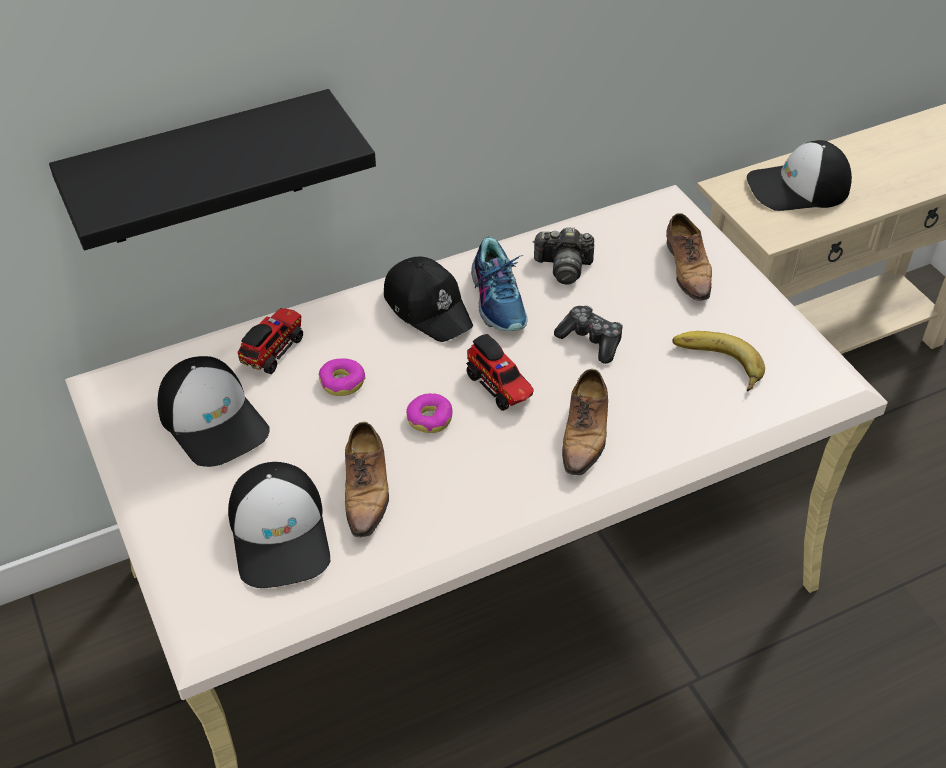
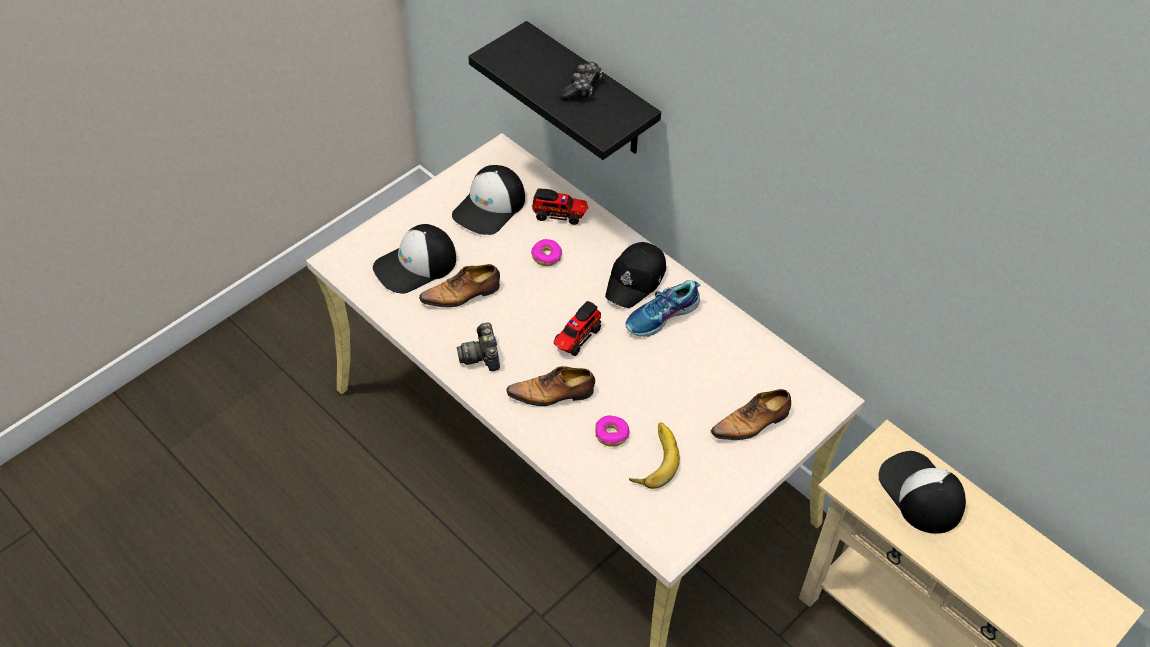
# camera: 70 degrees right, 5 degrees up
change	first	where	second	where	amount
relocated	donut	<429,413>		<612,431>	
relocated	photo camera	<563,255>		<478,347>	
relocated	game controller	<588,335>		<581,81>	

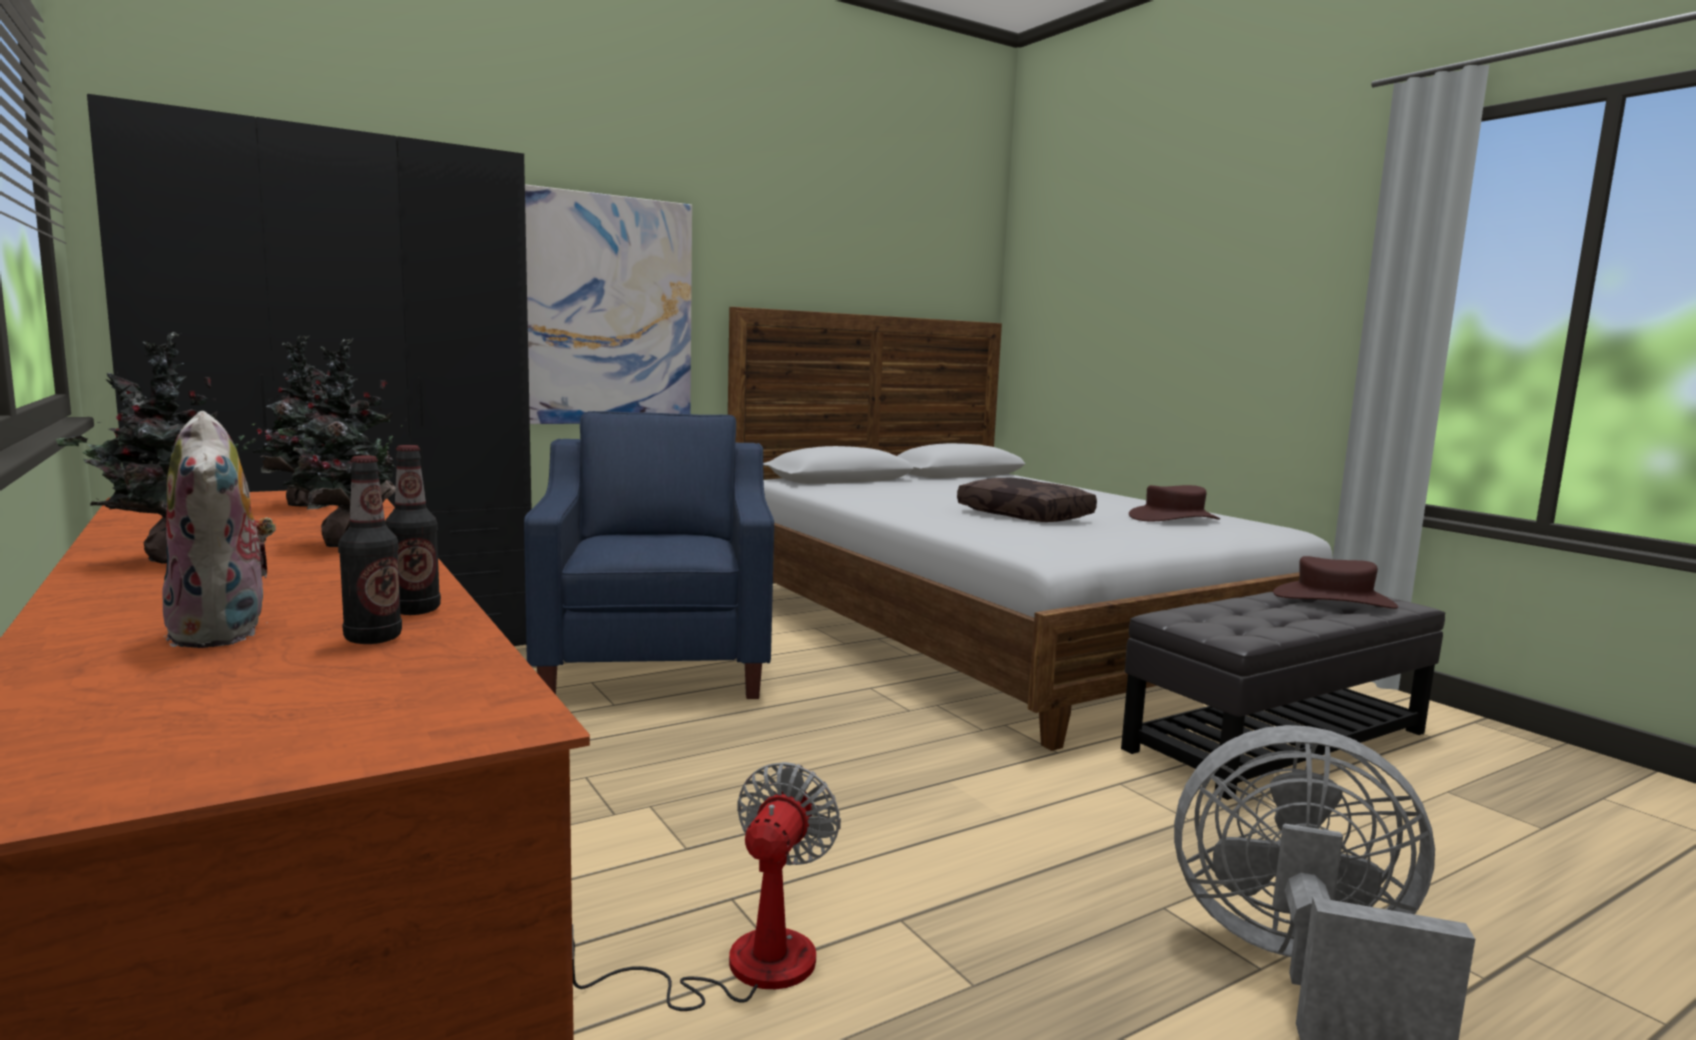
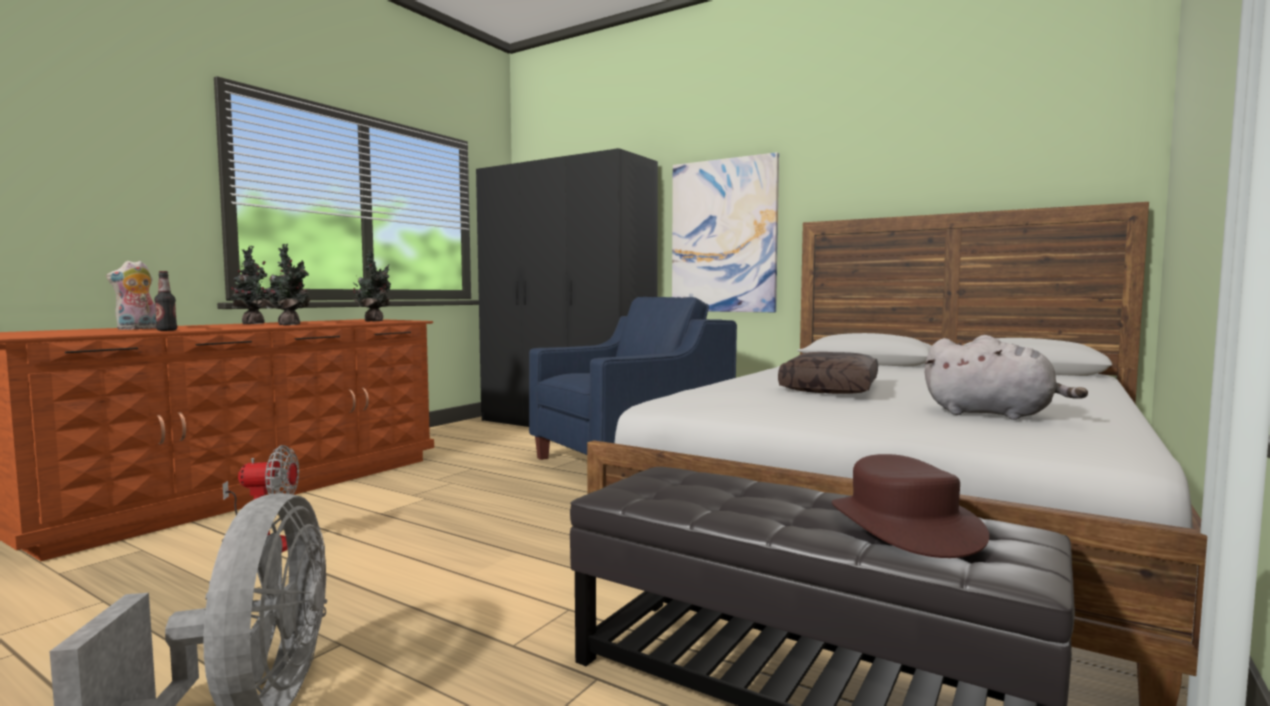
# camera: 65 degrees right, 5 degrees down
change	first	where	second	where	amount
missing	bottle	<370,550>			
exchanged	hat/brown	<1174,503>	plush toy/grey	<1006,377>	

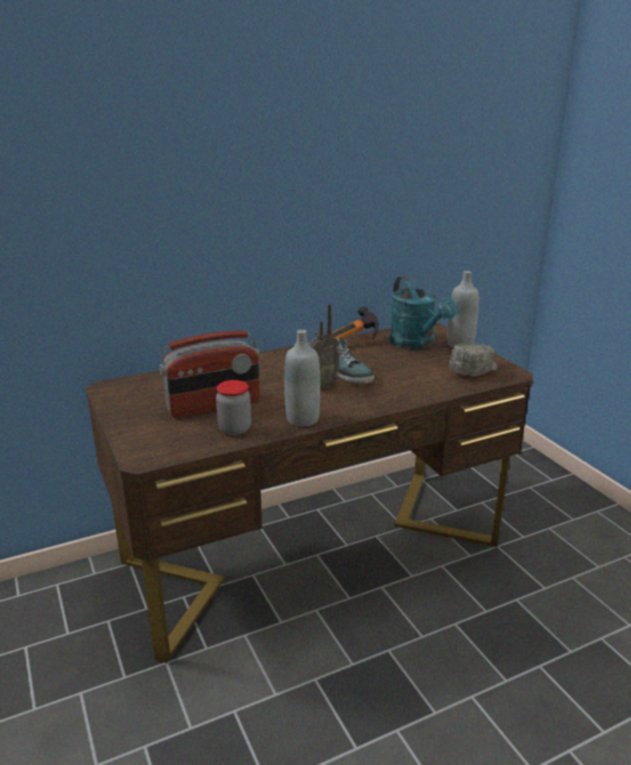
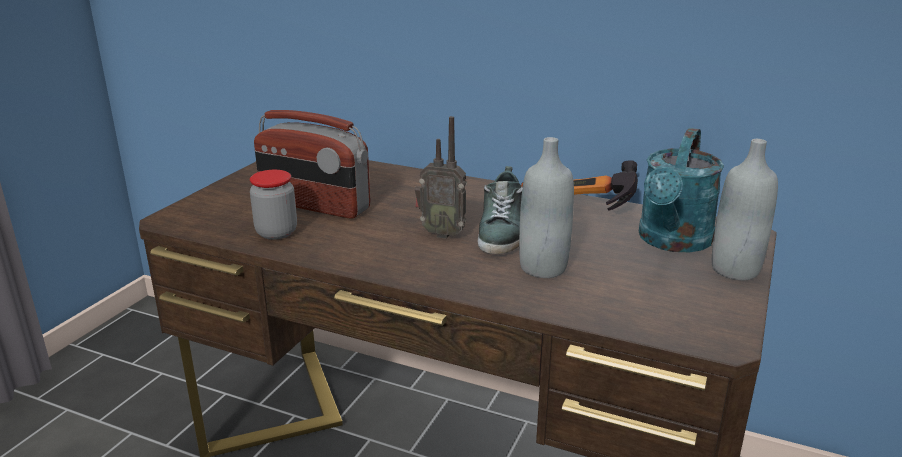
# camera: 50 degrees right, 0 degrees up
change	first	where	second	where	amount
missing	cap/grey	<473,359>			
relocated	bottle/grey	<302,378>		<546,207>	

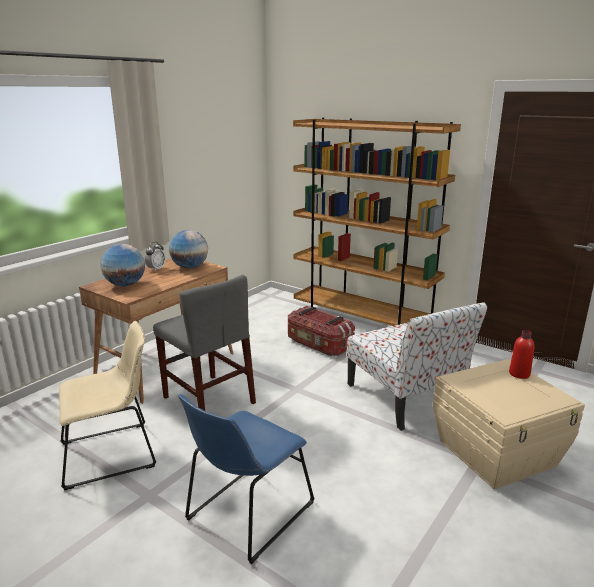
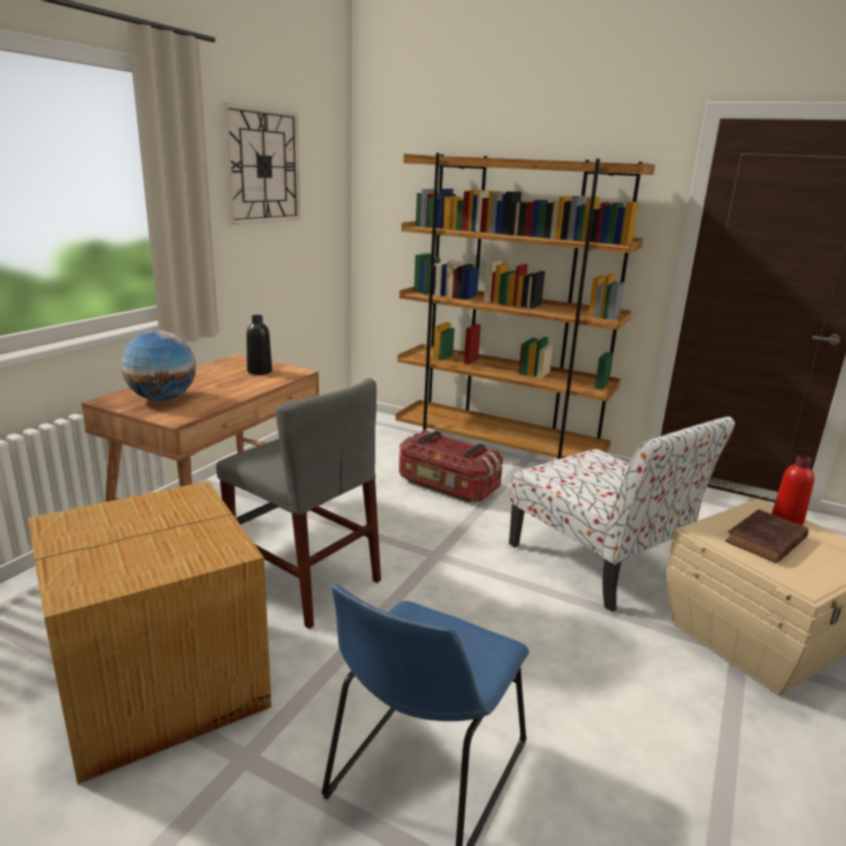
# camera: 10 degrees left, 0 degrees up
change	first	where	second	where	amount
missing	alarm clock	<155,256>			
appeared			wall clock	<260,164>	
appeared			book/brown	<767,536>	
exchanged	chair/beige	<107,406>	cardboard box	<150,632>	
exchanged	globe	<188,249>	bottle/black	<259,345>	

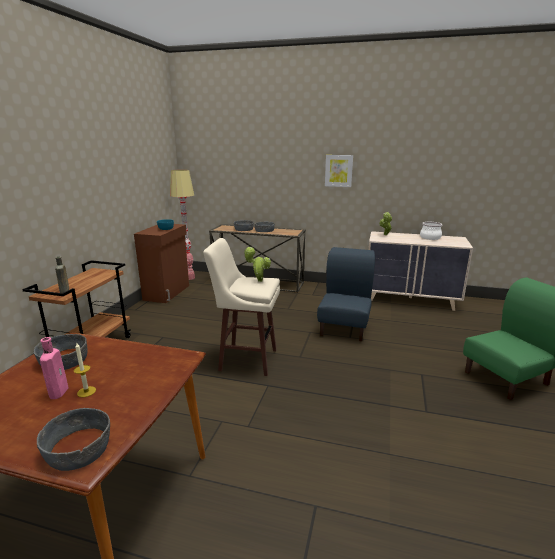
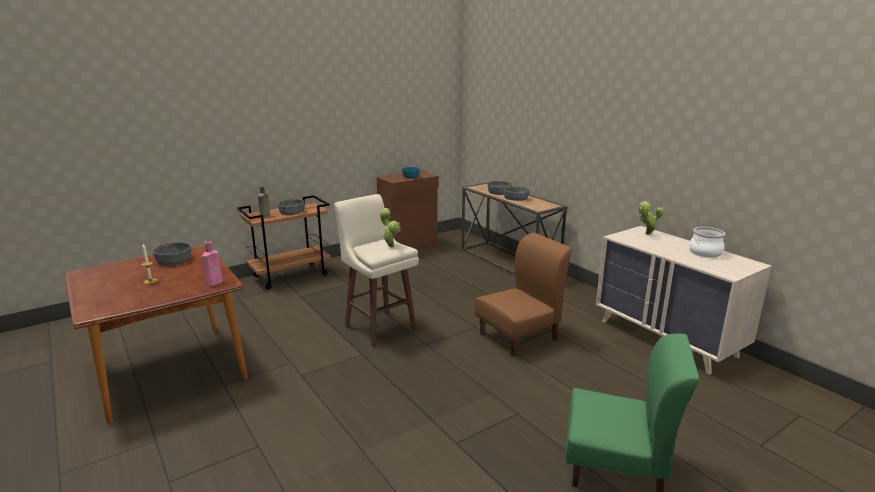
# camera: 40 degrees right, 0 degrees up
change	first	where	second	where	amount
missing	floor lamp	<182,224>			
missing	picture	<339,171>			
relocated	bowl/grey	<73,439>		<291,207>	
relocated	bottle/pink	<54,368>		<212,263>	
colour	chair/blue	<346,294>	chair/brown	<523,295>	

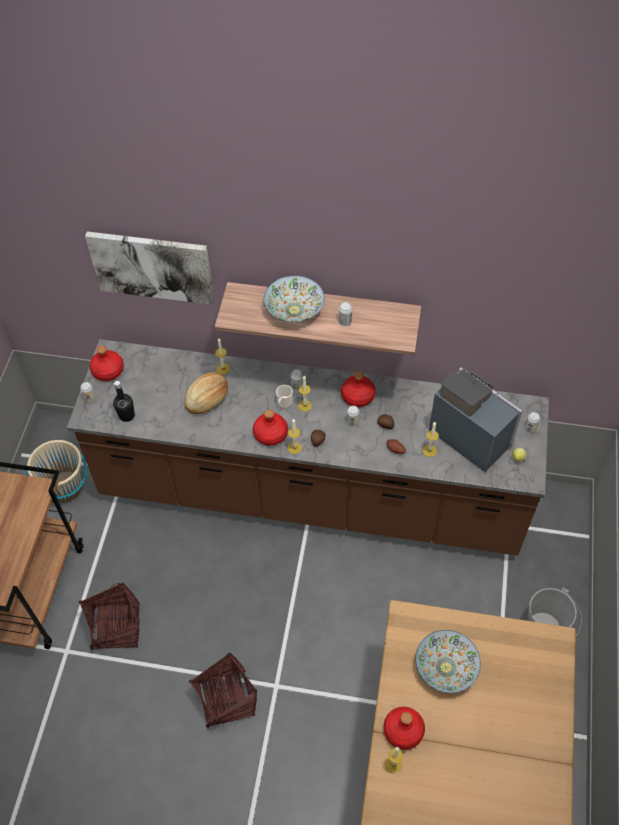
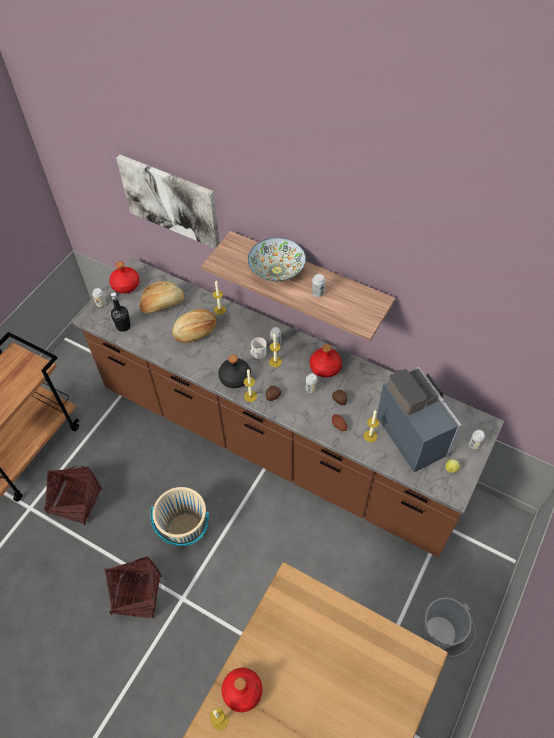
# camera: 20 degrees right, 0 degrees up
change	first	where	second	where	amount
missing	bowl	<448,661>			
appeared			bread	<162,297>	
relocated	bucket/beige	<56,471>		<180,516>	
colour	bottle/red	<270,427>	bottle/black	<234,371>	

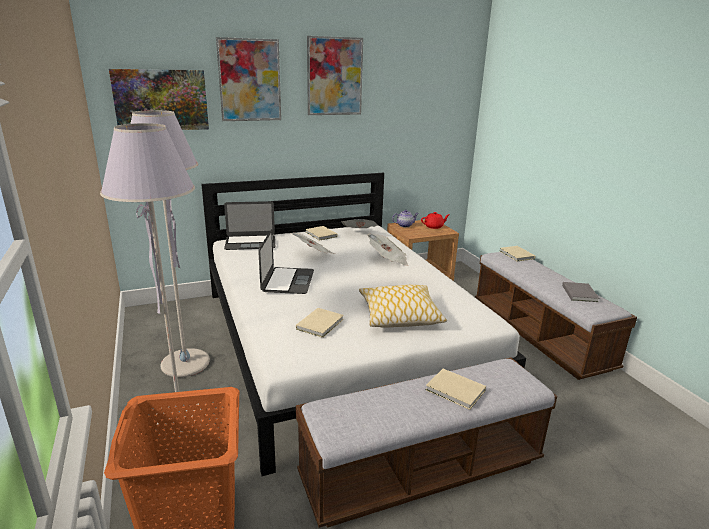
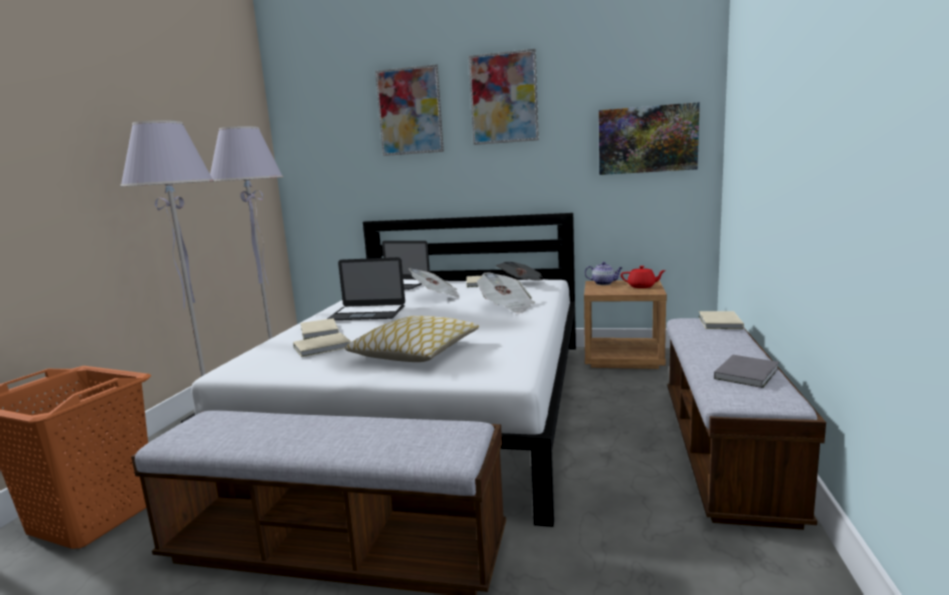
# camera: 35 degrees right, 10 degrees down
change	first	where	second	where	amount
relocated	picture	<159,99>		<649,138>	
relocated	book/beige	<456,389>		<320,329>	
spun	laptop	<286,261>		<366,288>	60 degrees clockwise

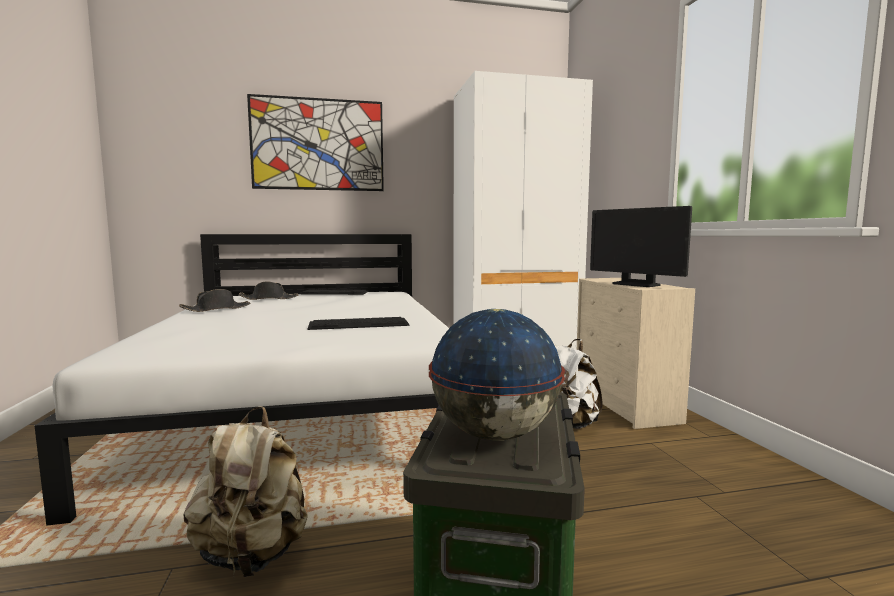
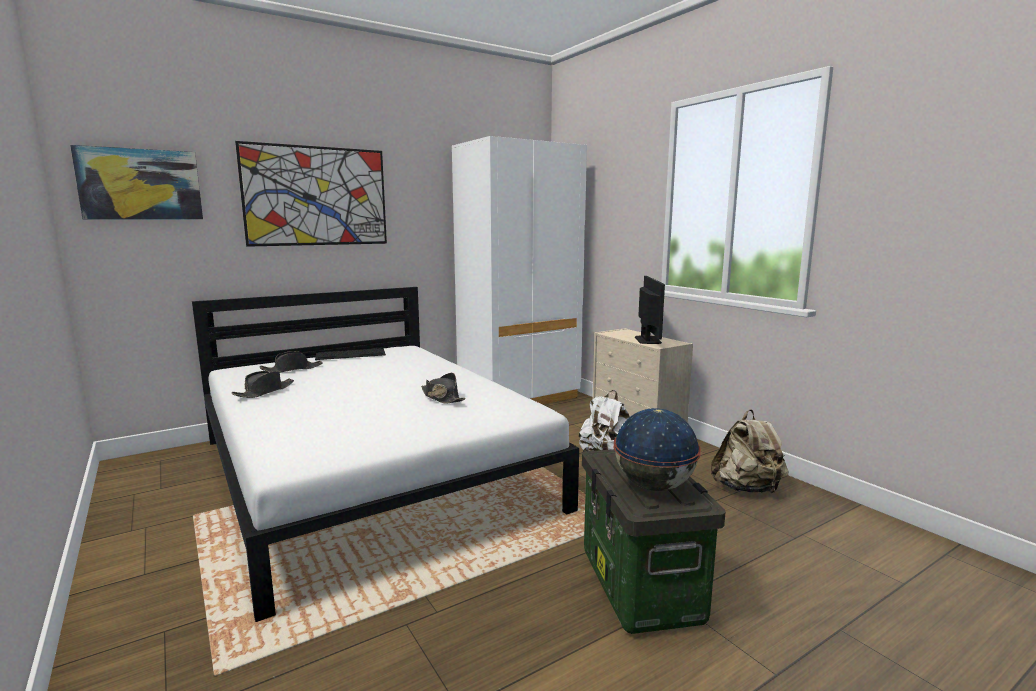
# camera: 20 degrees left, 5 degrees up
change	first	where	second	where	amount
appeared			picture	<136,182>	
relocated	backpack/beige	<246,491>		<750,451>	
exchanged	keyboard	<358,323>	hat/black	<443,388>	
spun	monitor	<641,246>		<650,310>	120 degrees counterclockwise

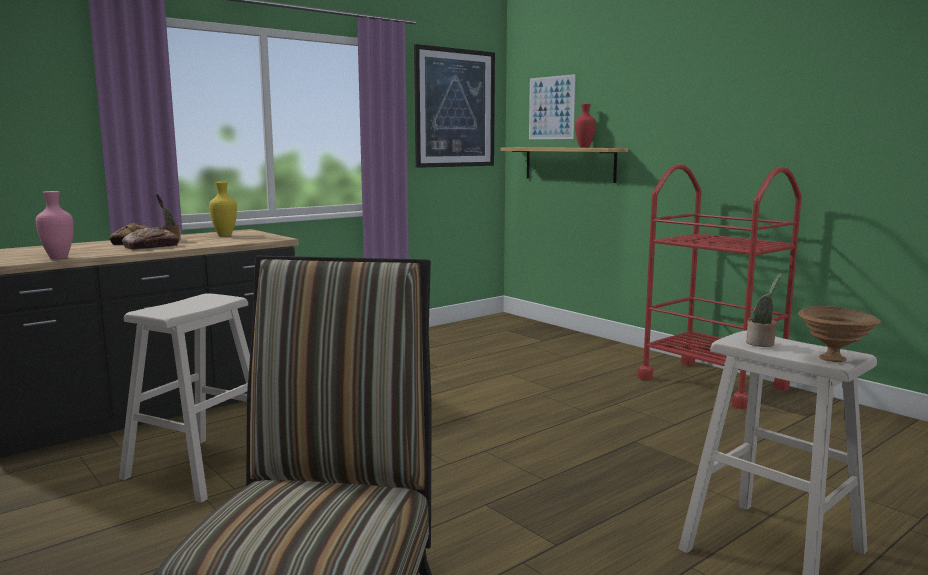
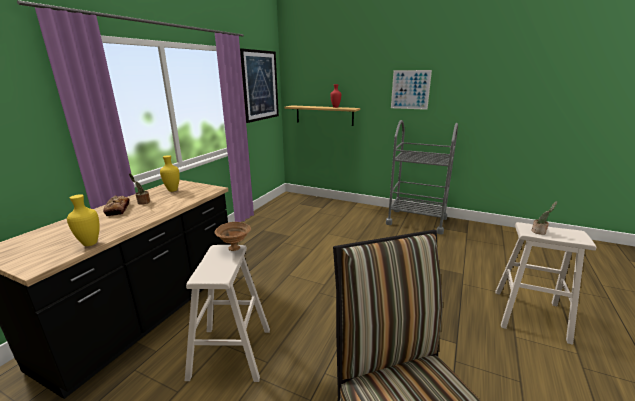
# camera: 25 degrees left, 10 degrees up
change	first	where	second	where	amount
missing	bread	<150,238>			
relocated	picture	<552,106>		<411,90>	
relocated	bowl/brown	<839,334>		<233,236>	
colour	vase/pink	<55,225>	vase/yellow	<83,220>	
colour	cart/red	<720,286>	cart/grey	<422,177>	

